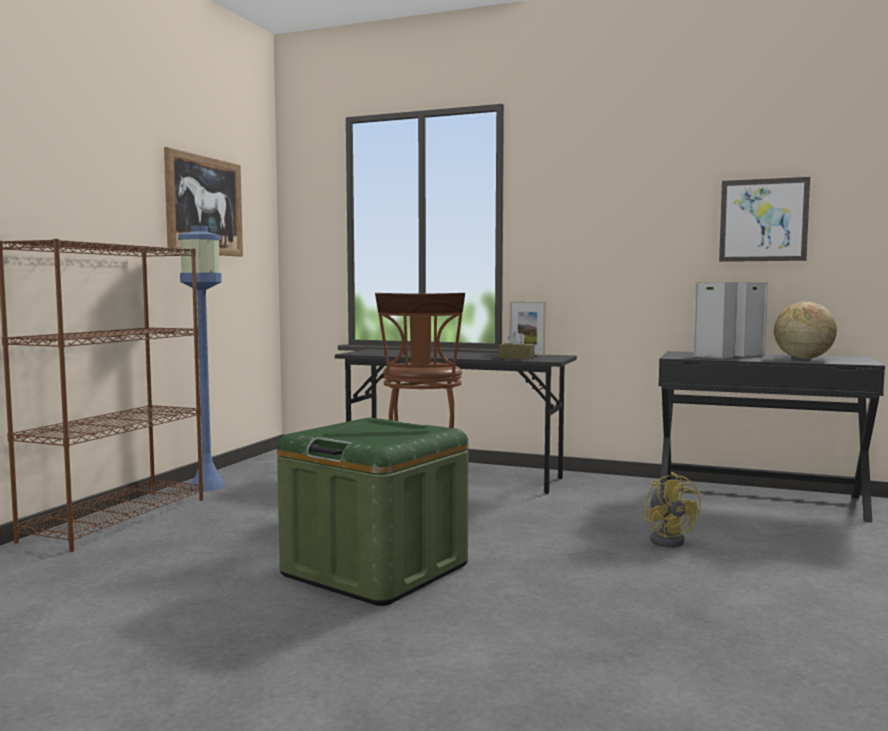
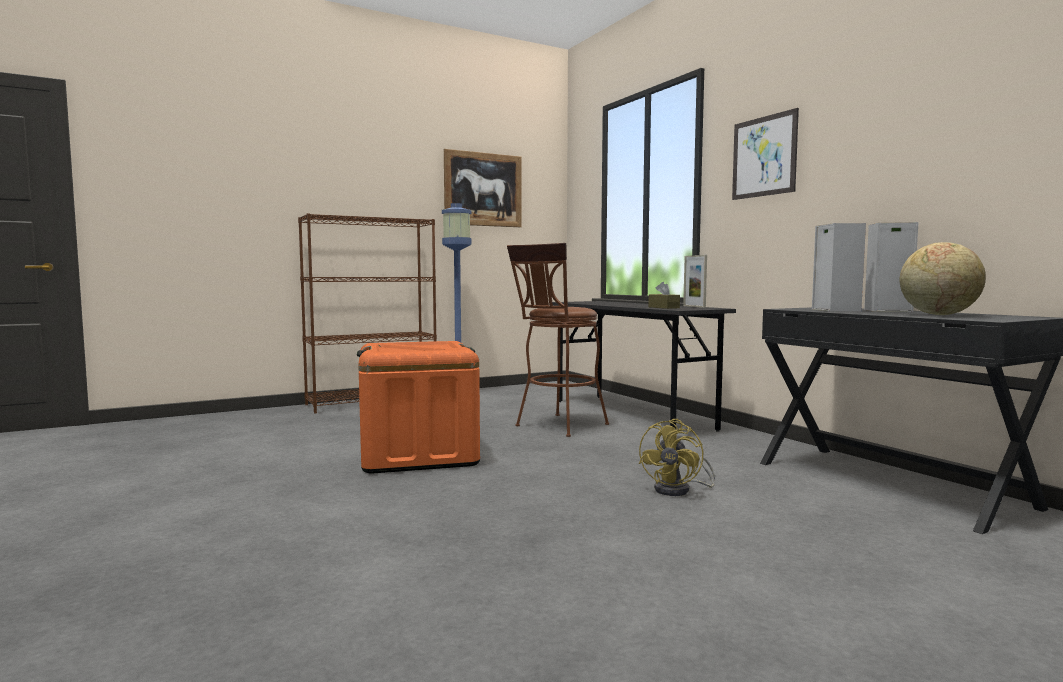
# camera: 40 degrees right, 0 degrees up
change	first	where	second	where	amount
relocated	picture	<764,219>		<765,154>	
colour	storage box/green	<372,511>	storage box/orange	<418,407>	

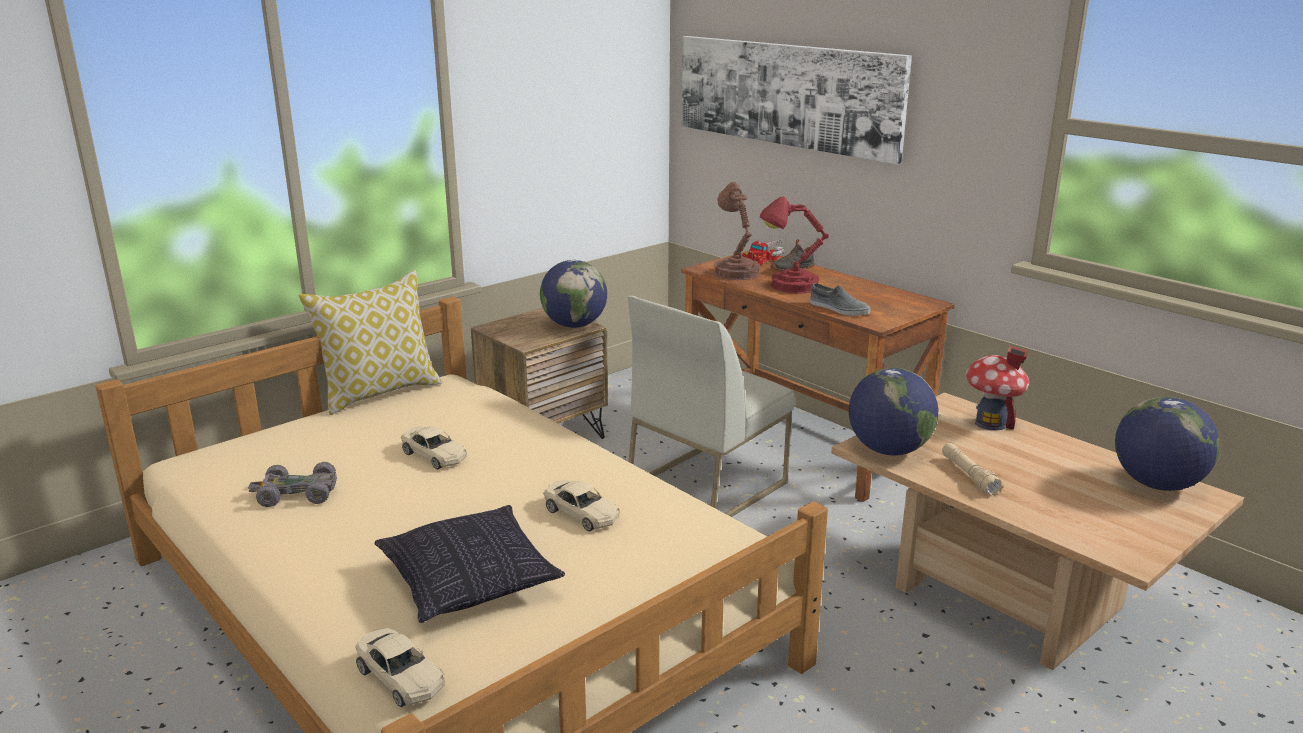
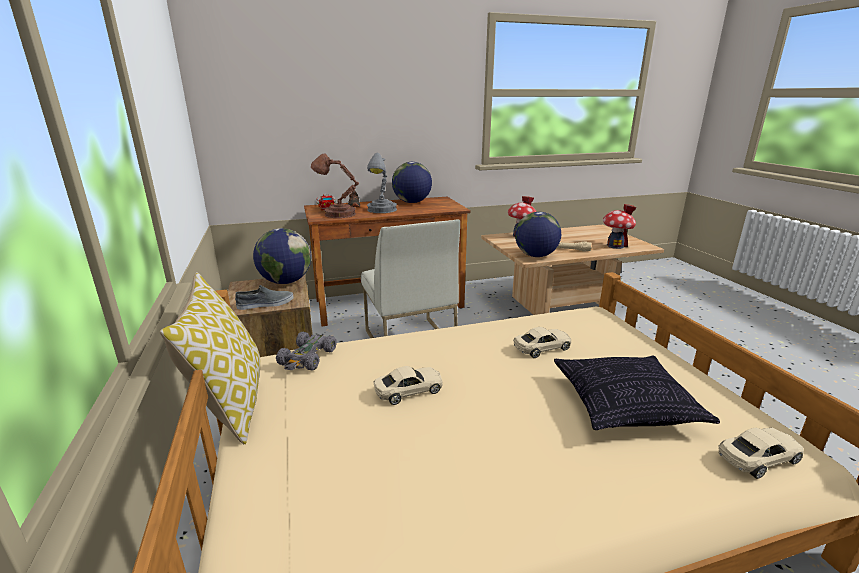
# camera: 65 degrees left, 0 degrees up
change	first	where	second	where	amount
missing	picture	<797,100>			
appeared			toy house	<619,226>	
relocated	toy car/grey	<292,484>		<306,351>	
relocated	shoe/grey	<840,299>		<264,297>	
relocated	globe	<1167,444>		<412,182>	
colour	table lamp/red	<794,245>	table lamp/grey	<382,183>	

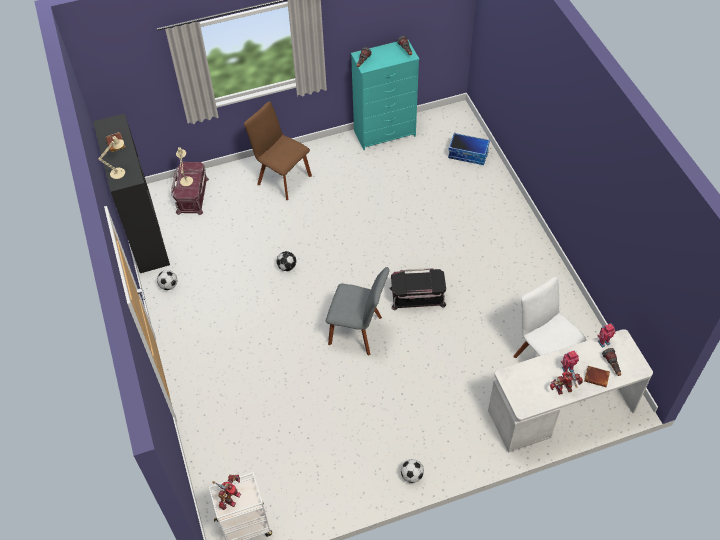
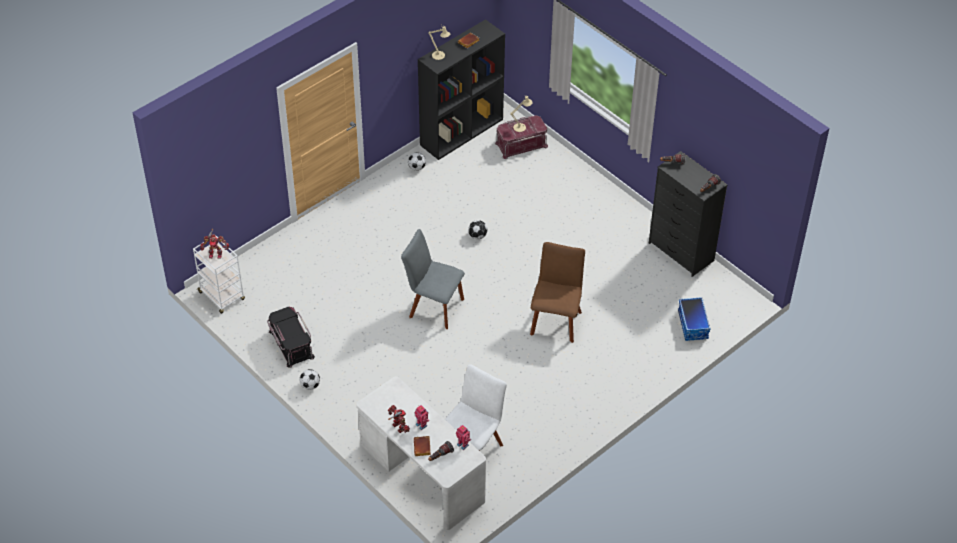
# camera: 65 degrees right, 5 degrees down
change	first	where	second	where	amount
relocated	chair/brown	<278,150>		<557,292>	
relocated	storage box/black	<418,289>		<291,337>	
colour	dresser/turquoise	<385,95>	dresser/black	<688,214>	
spun	chair/grey	<357,311>		<433,279>	120 degrees clockwise

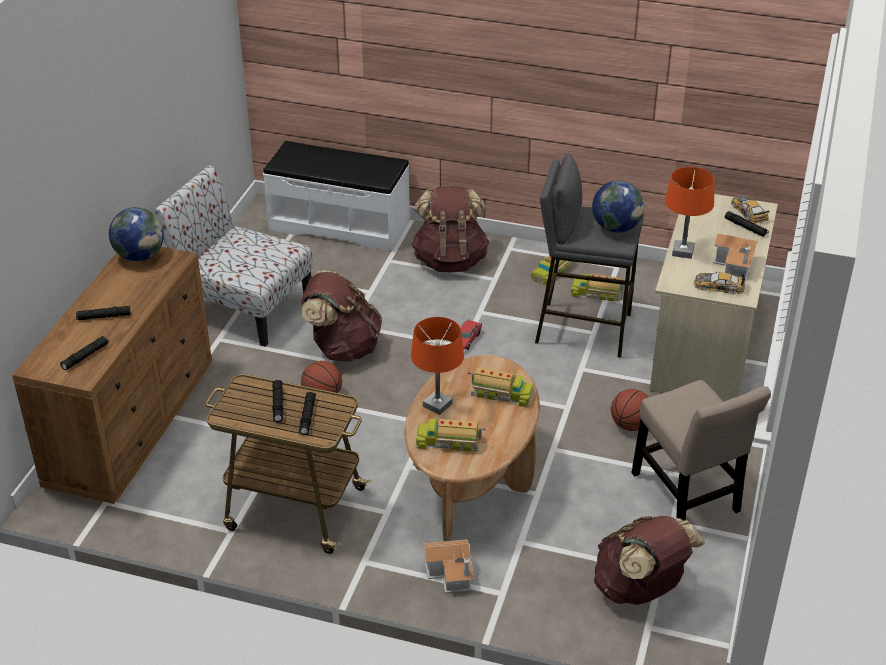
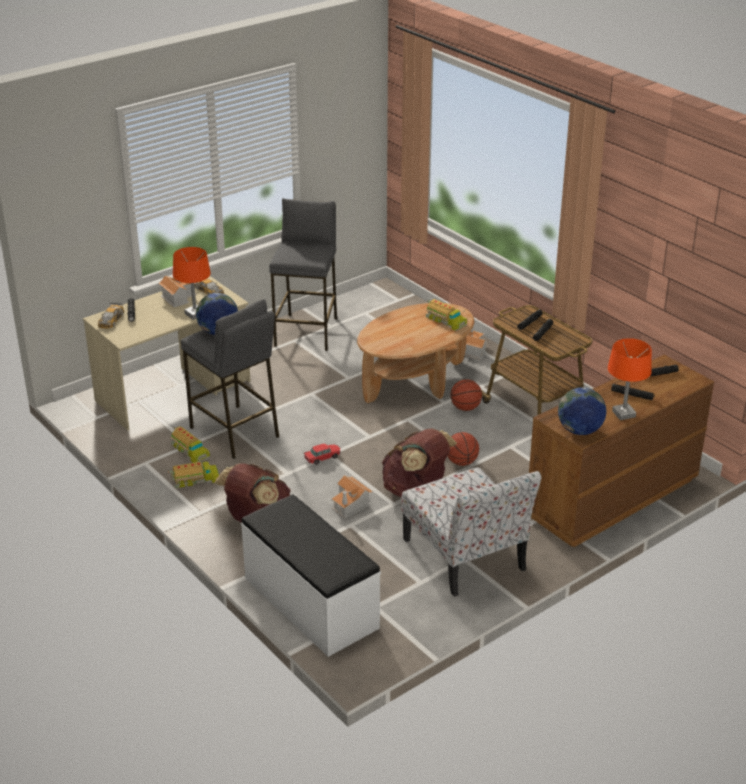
# camera: 145 degrees left, 5 degrees down
change	first	where	second	where	amount
missing	toy truck	<501,387>			
missing	backpack/brown	<649,560>			
appeared			toy house	<352,496>	
relocated	table lamp/orange	<437,366>		<630,379>	
relocated	basketball	<629,410>		<466,395>	
exchanged	chair/beige	<701,450>	stool/grey	<303,274>	

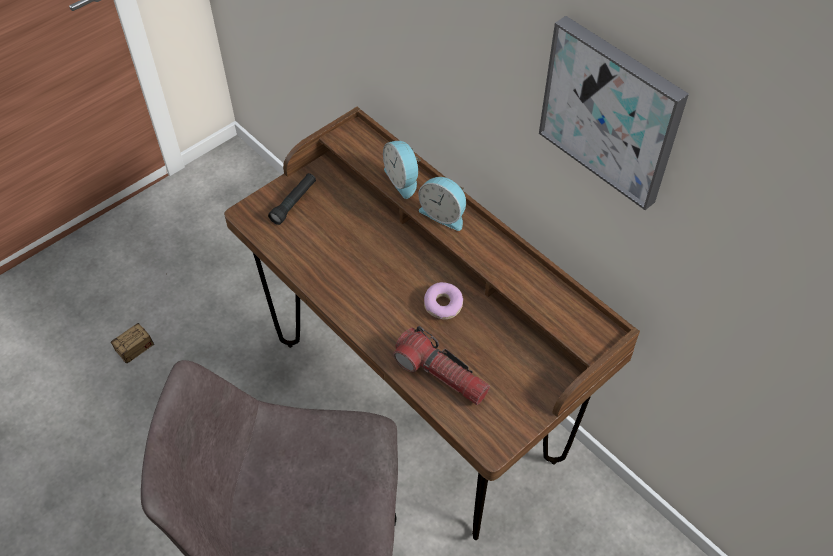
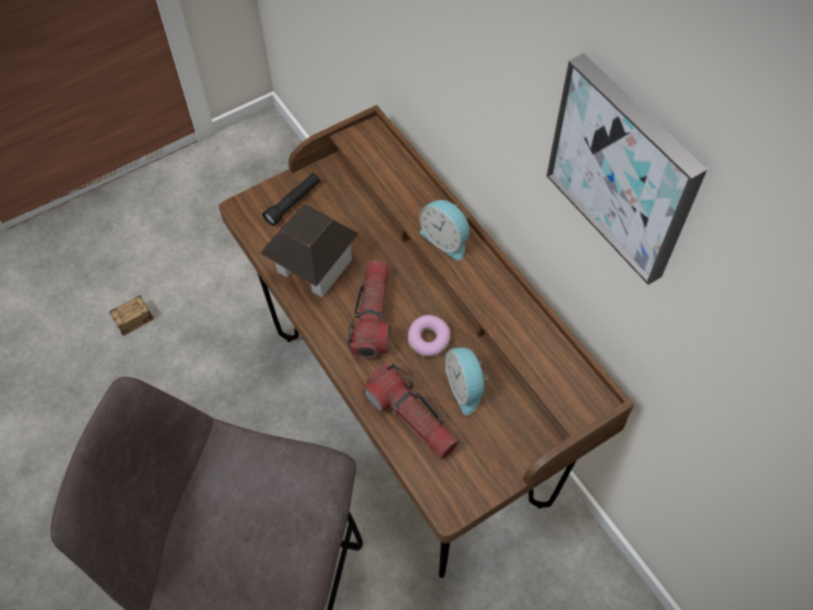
# camera: 10 degrees right, 5 degrees up
change	first	where	second	where	amount
appeared			toy house	<309,250>	
appeared			flashlight	<369,309>	
relocated	alarm clock	<402,170>		<466,381>	

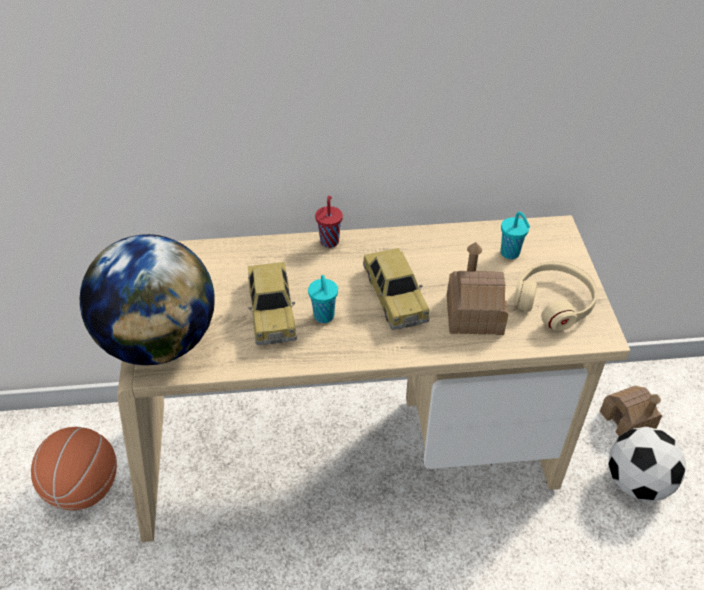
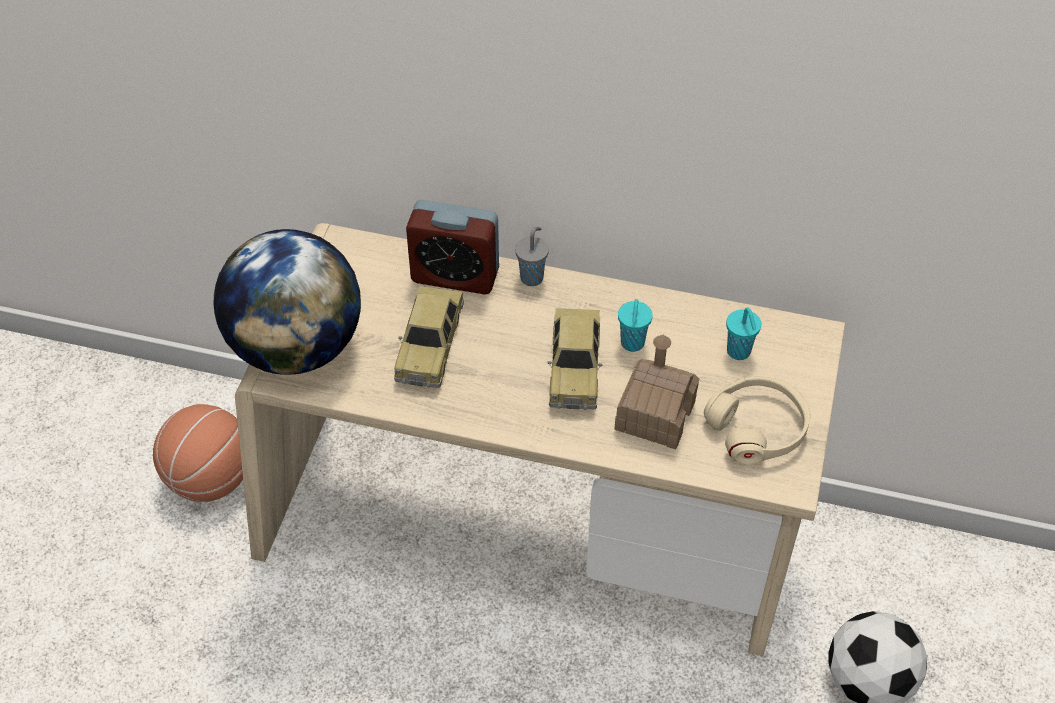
# camera: 20 degrees right, 5 degrees up
change	first	where	second	where	amount
missing	toy house	<631,411>			
appeared			alarm clock	<452,247>	
relocated	cup/turquoise	<323,299>		<635,325>	
colour	cup/red	<329,221>	cup/grey	<532,256>	

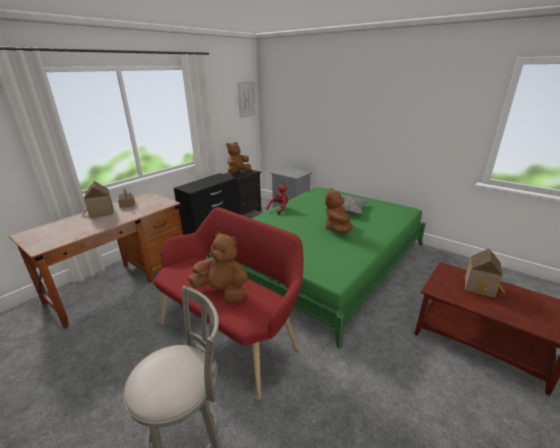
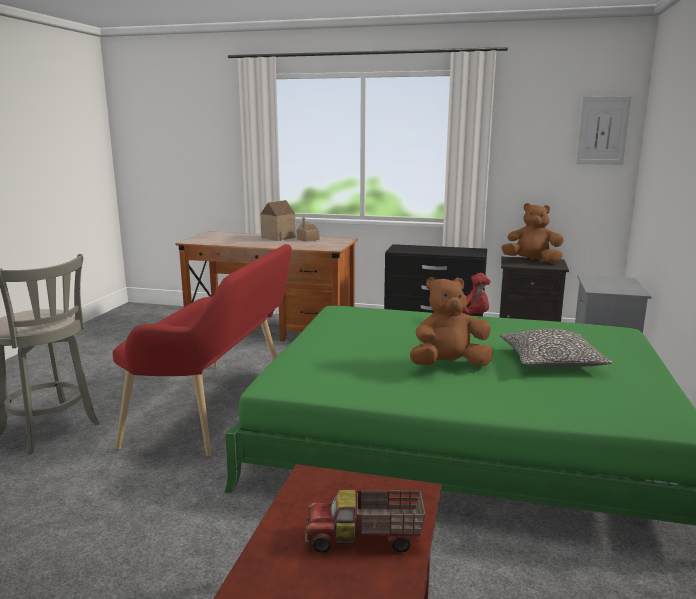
# camera: 65 degrees right, 10 degrees down
change	first	where	second	where	amount
missing	plush toy/brown	<218,267>			
exchanged	toy house	<485,273>	toy truck	<365,521>	

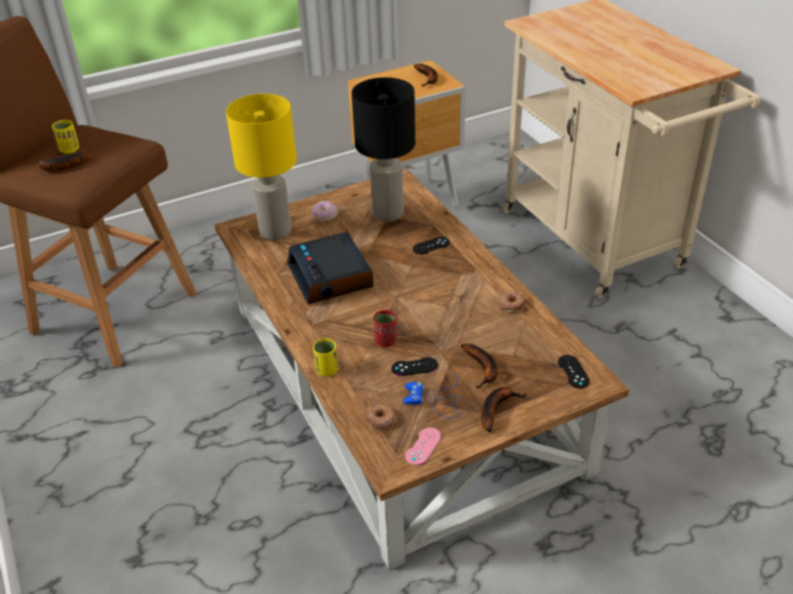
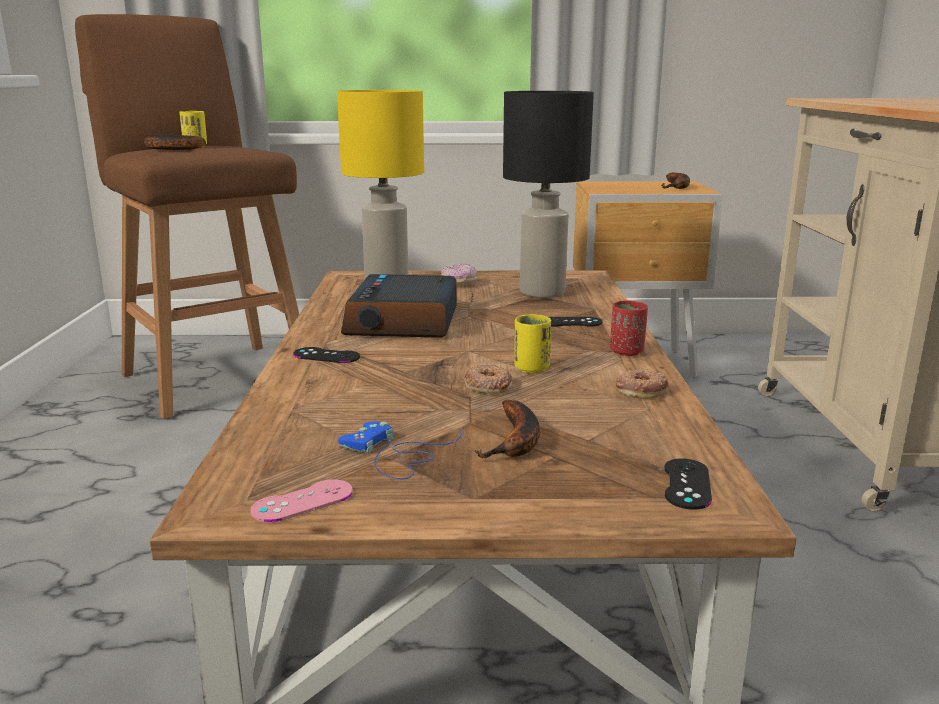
# camera: 25 degrees right, 20 degrees down
change	first	where	second	where	amount
missing	banana	<504,409>			
relocated	cup/yellow	<325,357>		<532,343>	
relocated	donut	<381,416>		<488,379>	
relocated	cup/red	<385,328>		<629,328>	
relocated	game controller/black	<415,366>		<326,355>	

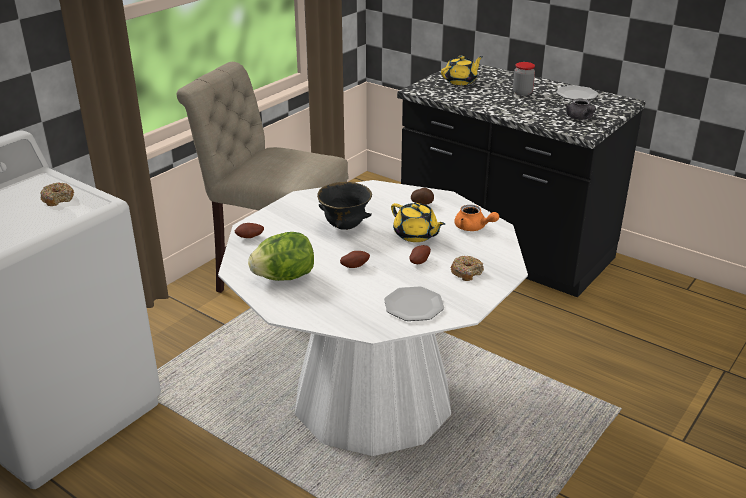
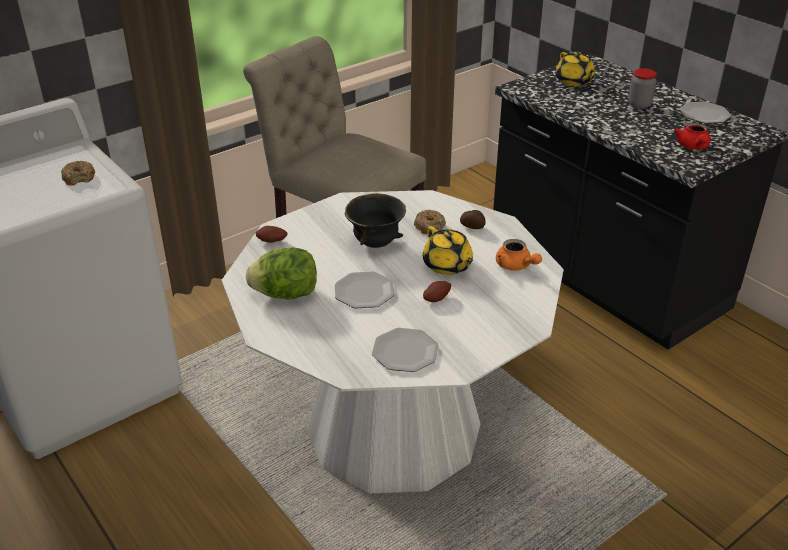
# camera: 15 degrees right, 5 degrees up
change	first	where	second	where	amount
relocated	donut	<467,268>		<430,222>	
exchanged	potato	<355,259>	plate	<364,289>	
colour	teapot/grey	<580,109>	teapot/red	<692,136>	
spun	teapot/yellow	<462,70>		<575,69>	90 degrees clockwise

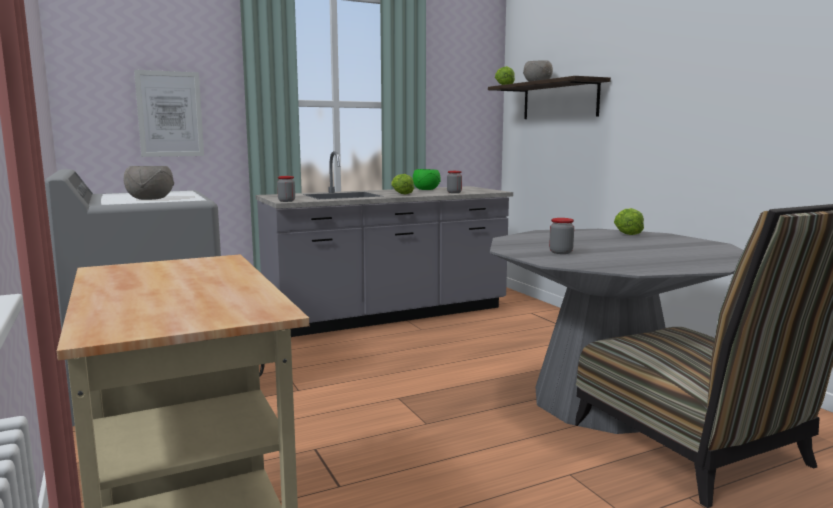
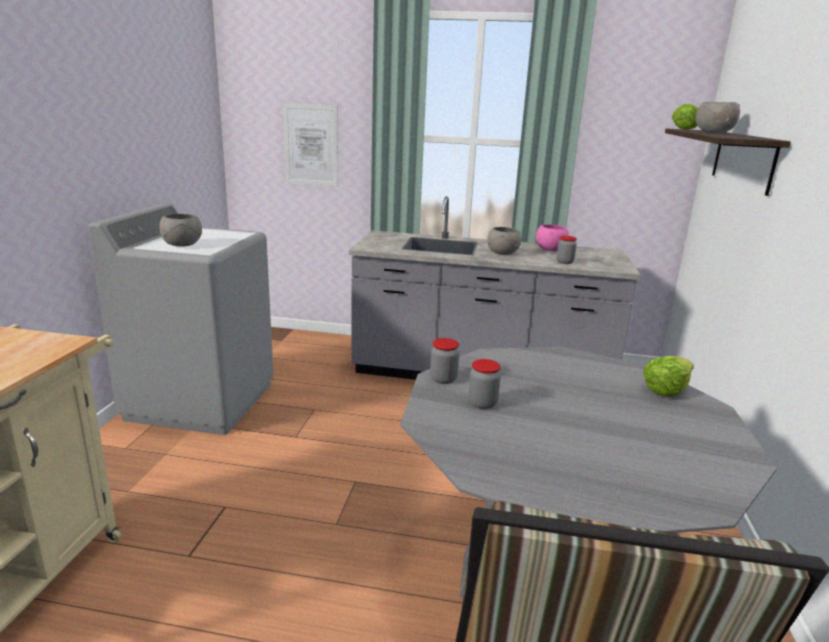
# camera: 35 degrees right, 10 degrees up
change	first	where	second	where	amount
relocated	jar	<286,189>		<445,361>	
exchanged	lettuce	<402,184>	bowl/grey	<504,241>	
colour	bowl/green	<427,179>	bowl/pink	<552,237>	

